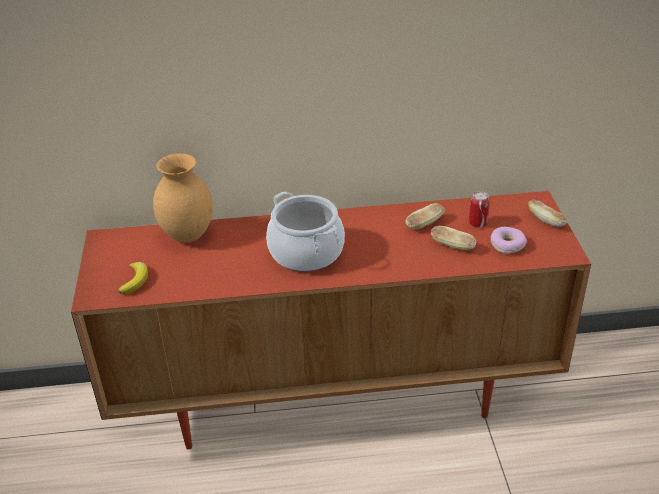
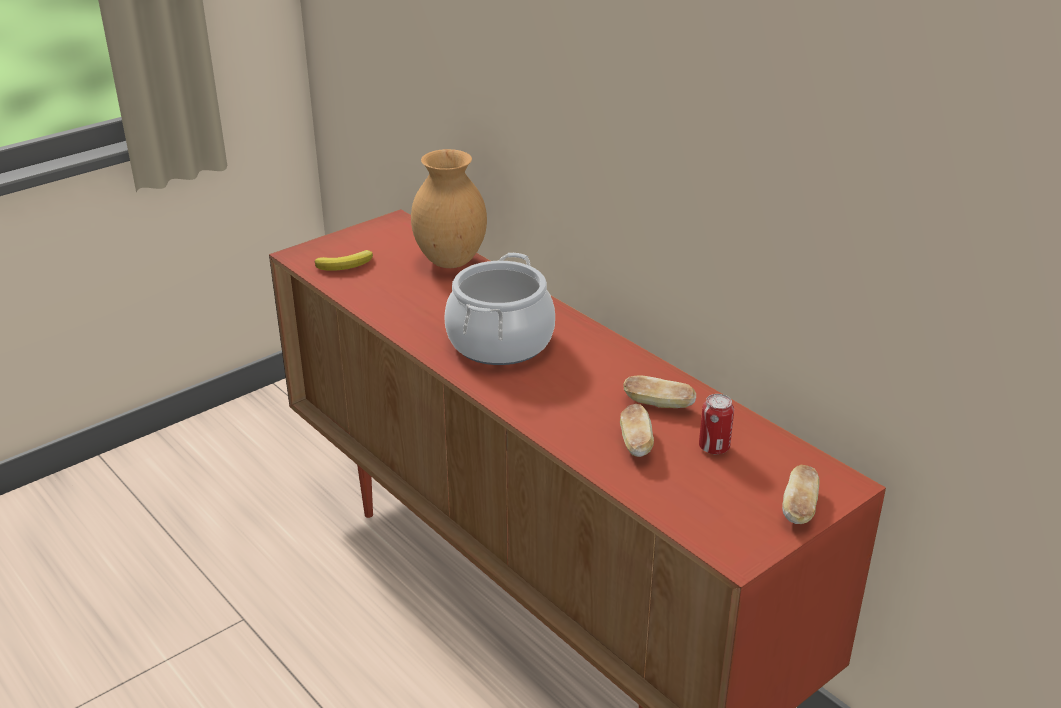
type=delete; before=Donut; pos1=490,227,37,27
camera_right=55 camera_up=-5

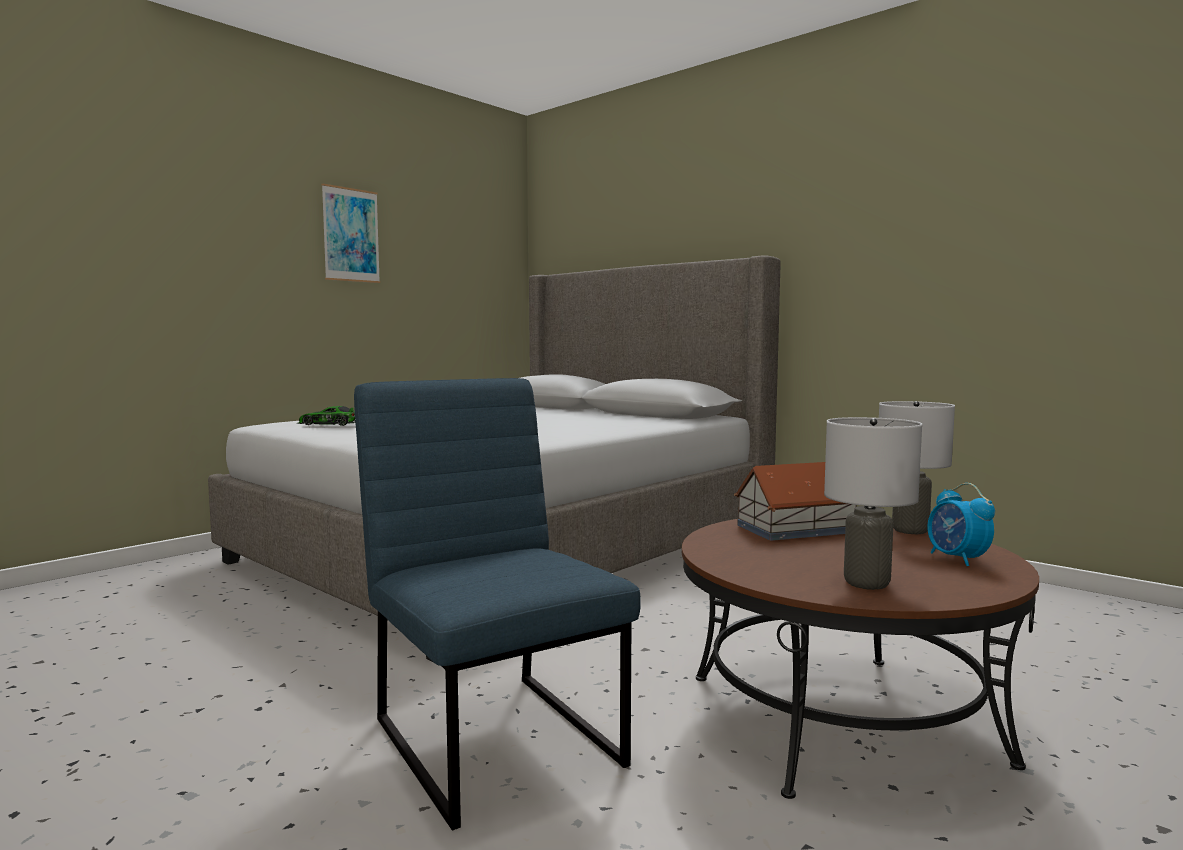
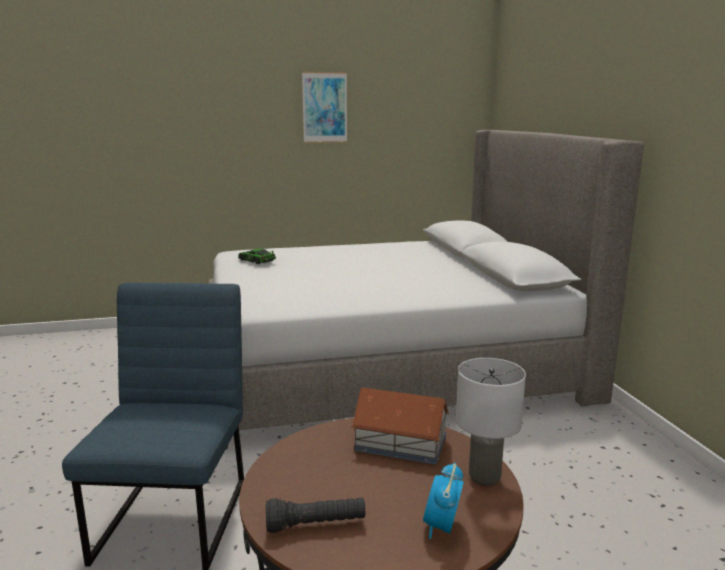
type=replace; before=Tischlampe/weiß; after=Taschenlampe/schwarz; pos1=824,417,98,173; pos2=266,498,99,35
camera_right=35 camera_up=10

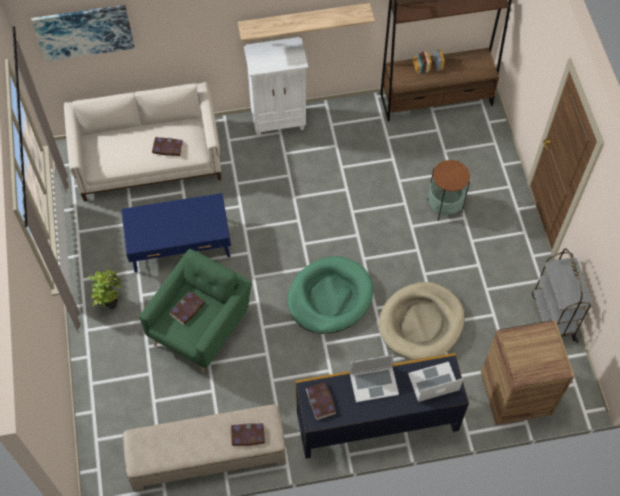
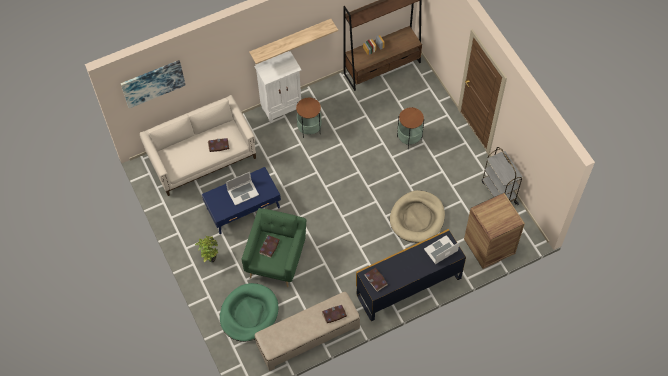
type=insert; after=Beistelltisch; pos2=296,98,26,40
type=move; before=Hundebett/grün; pos1=287,256,87,78; pos2=220,283,58,59
type=move; before=Laptop; pos1=350,355,49,47; pos2=226,172,33,33
camera_right=-15 camera_up=0

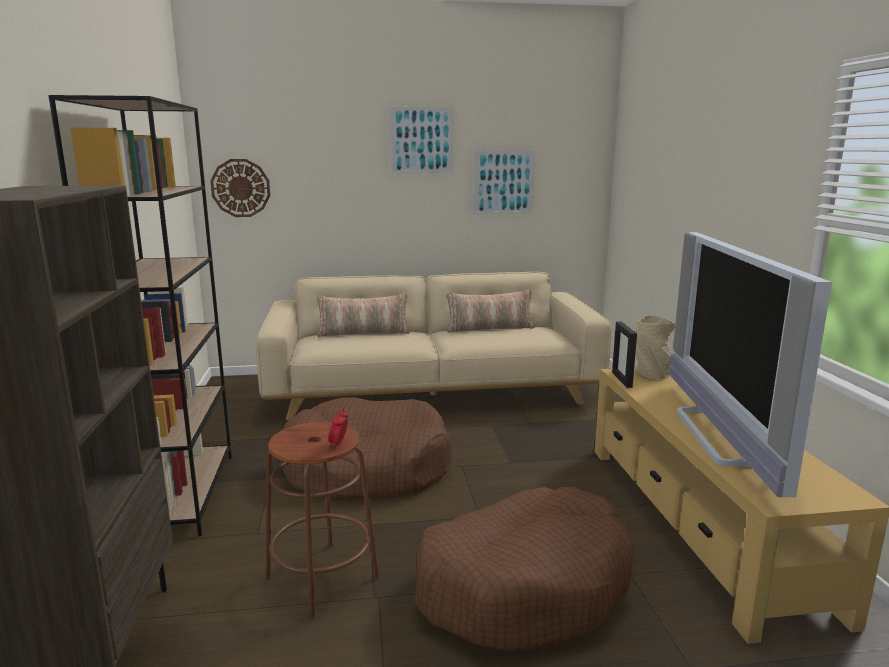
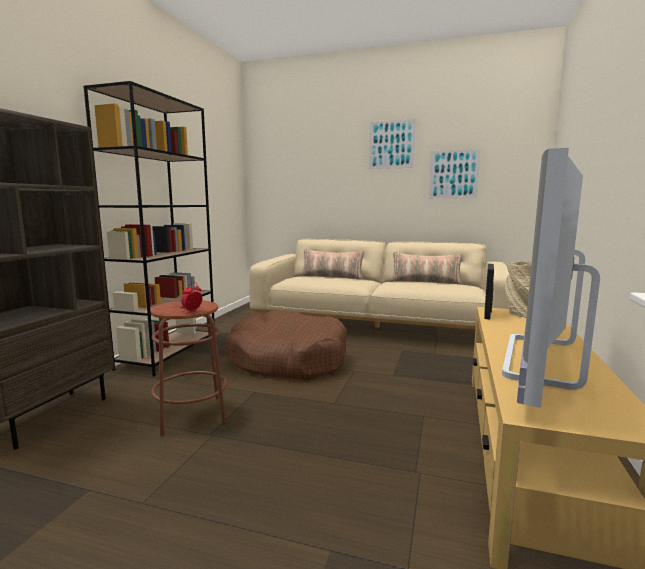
type=delete; before=Wanduhr; pos1=210,159,60,58
type=delete; before=Hundebett/braun; pos1=414,487,220,164
camera_right=25 camera_up=-5

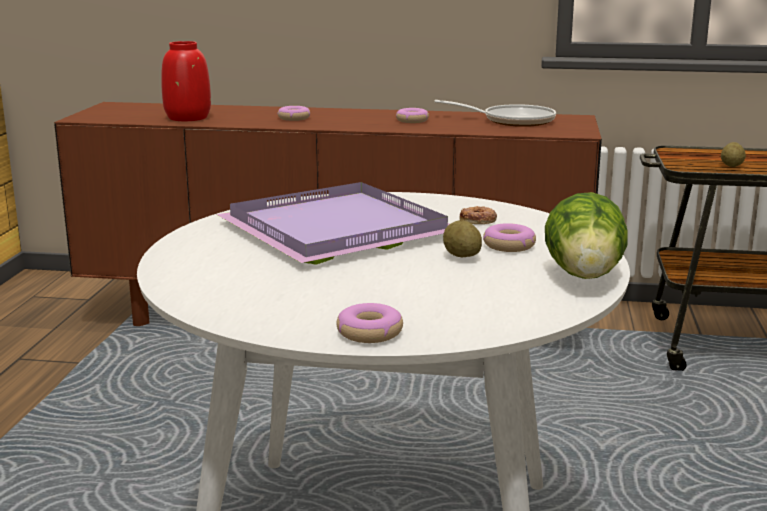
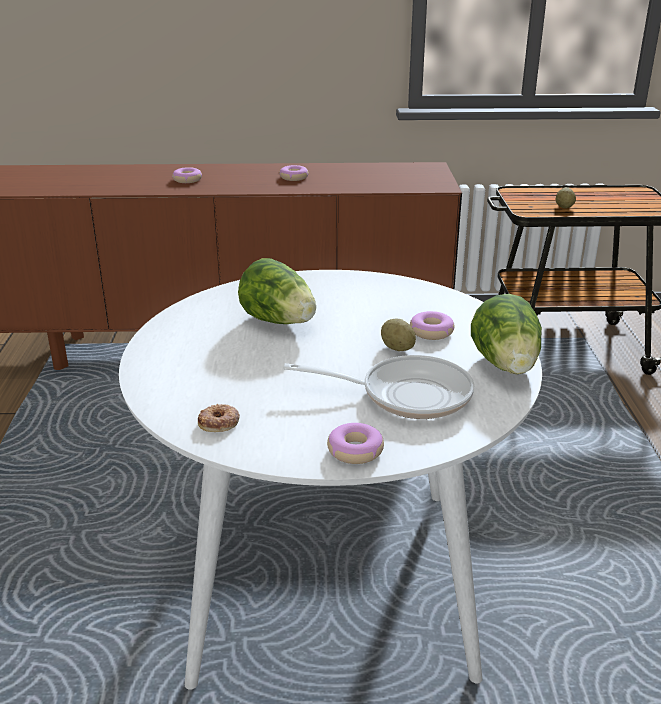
type=delete; before=Vase/rot; pos1=161,41,50,80
type=move; before=Pfanne; pos1=434,100,122,27; pos2=283,355,191,64
type=move; before=Donut; pos1=459,206,38,18; pos2=198,404,42,28
type=replace; before=Tablett/lila; after=Salatkopf; pos1=216,182,233,83; pos2=238,258,78,66
camera_right=-10 camera_up=10

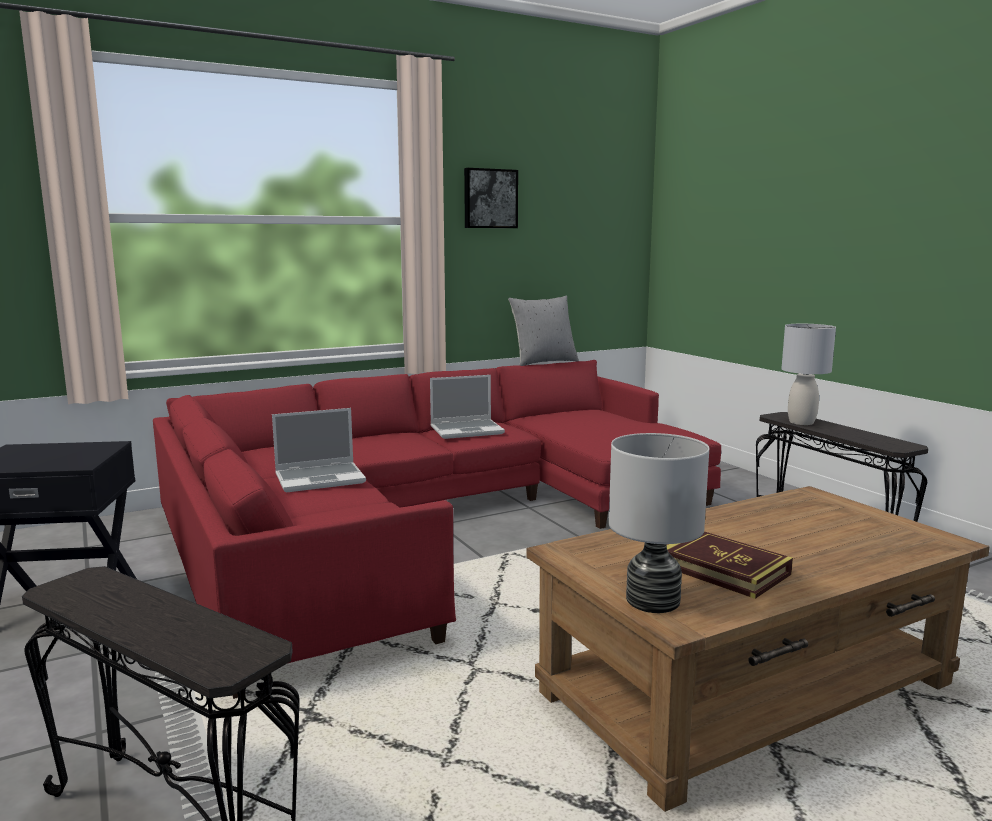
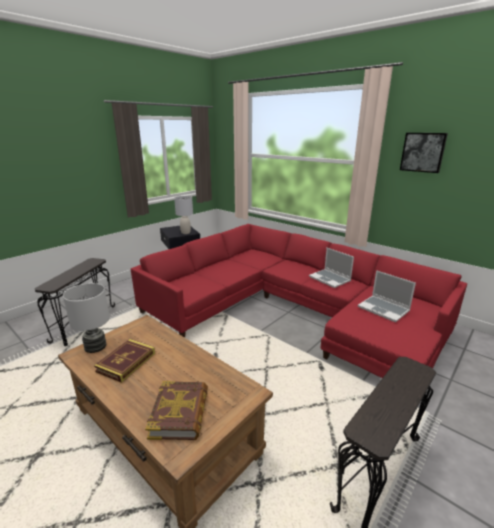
type=delete; before=Kissen/grau; pos1=508,295,71,71
type=insert; after=Buch; pos2=145,381,63,59
type=move; before=Laptop; pos1=272,408,94,84; pos2=358,270,58,52
type=move; before=Tischlampe/grau; pos1=781,324,55,101; pos2=174,196,19,38
camera_right=70 camera_up=10

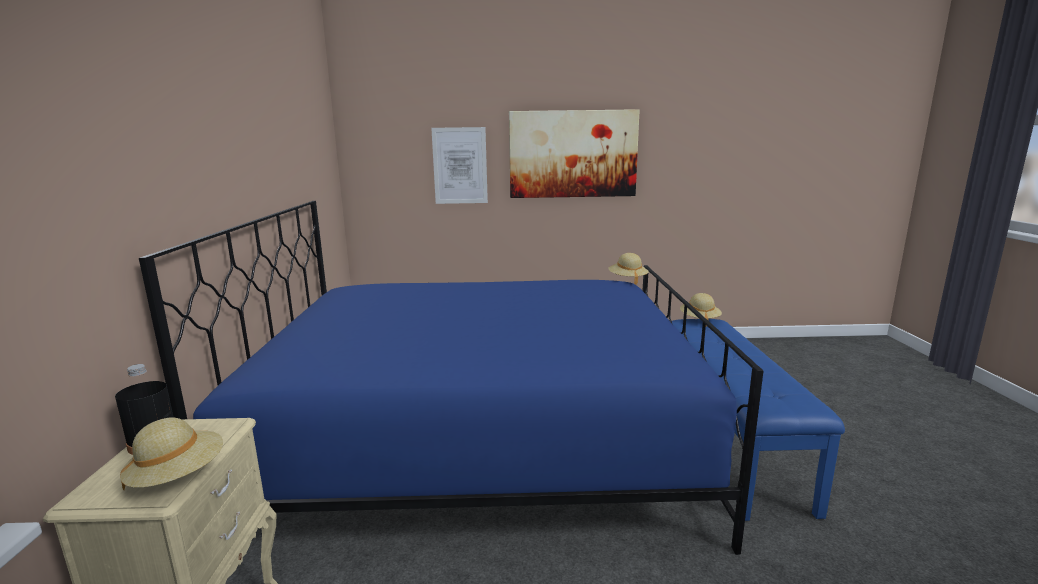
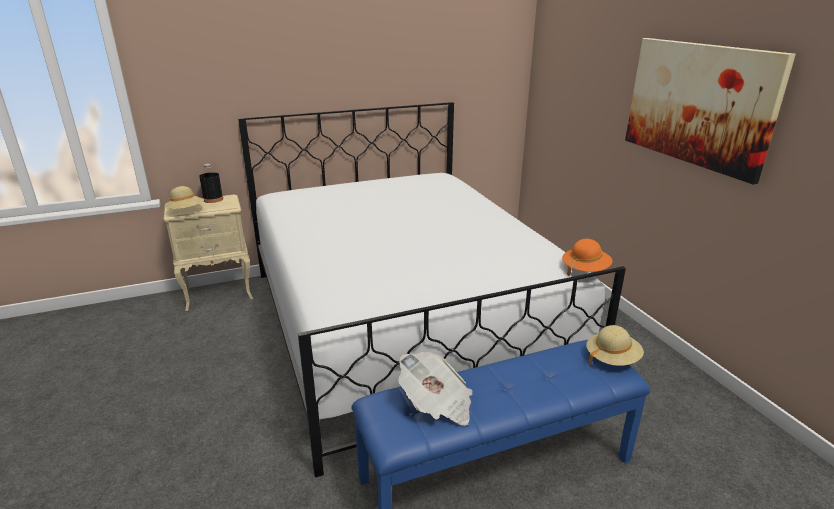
type=delete; before=Bild; pos1=431,127,57,77
type=insert; after=Zeitung; pos2=398,352,74,74
type=recolor; before=Bett/blau; after=Bett/weiß; pos1=139,201,624,354; pos2=238,102,388,376
type=recolor; before=Hut/beige; after=Hut/orange; pos1=608,253,41,32; pos2=562,239,51,37
camera_right=70 camera_up=10

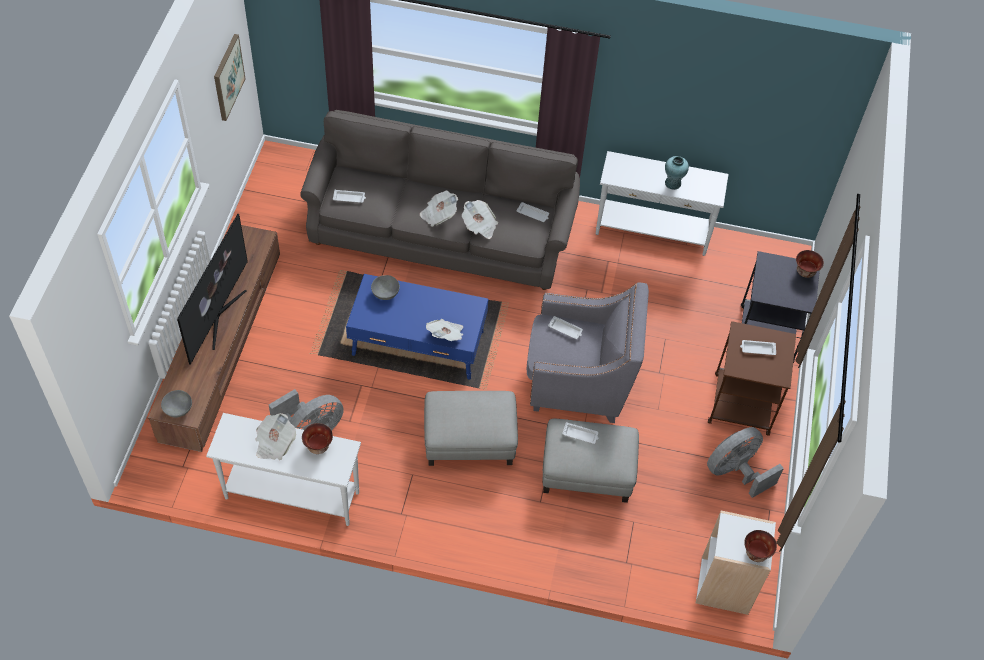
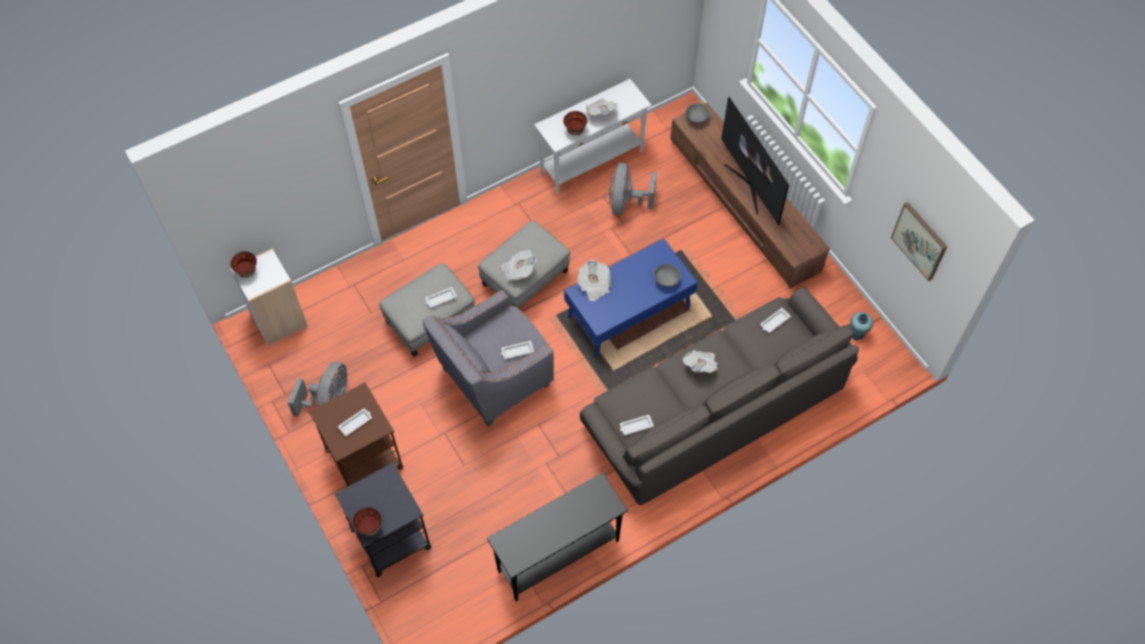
type=move; before=Zeitung; pos1=462,200,36,39; pos2=501,250,36,31
type=move; before=Vase/türkis; pos1=665,156,24,34; pos2=850,312,23,28
type=recolor; before=Konsolentisch/weiß; after=Konsolentisch/schwarz; pos1=596,151,133,105; pos2=487,472,141,129
camera_right=140 camera_up=5

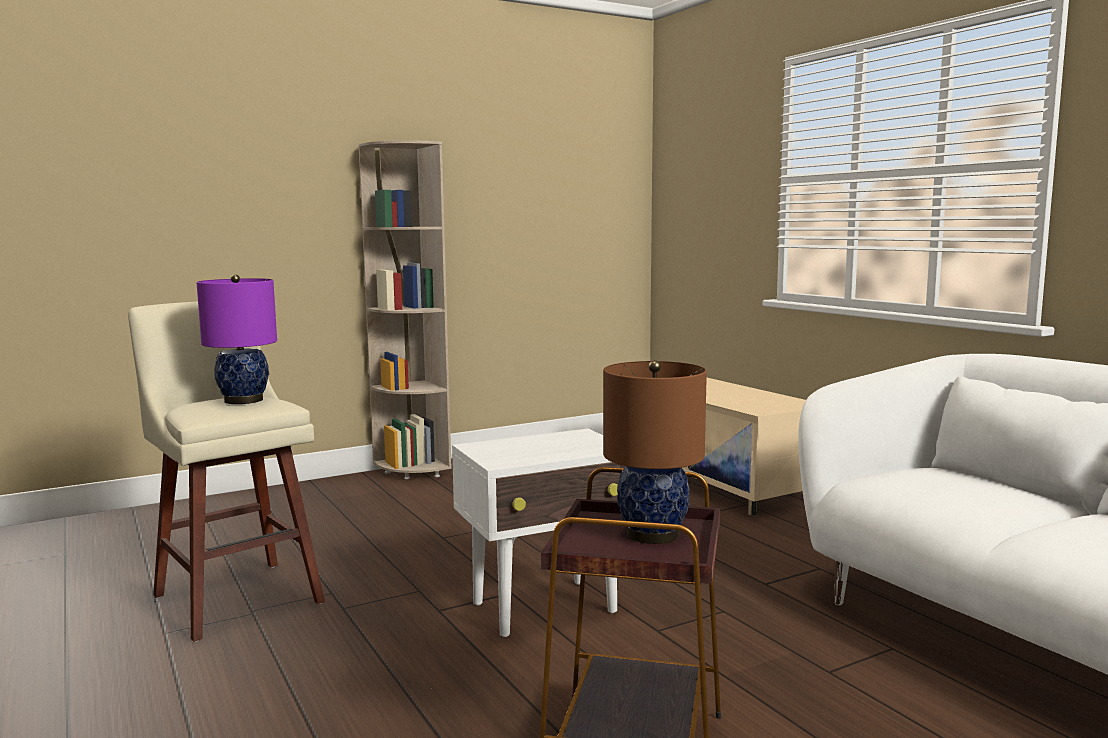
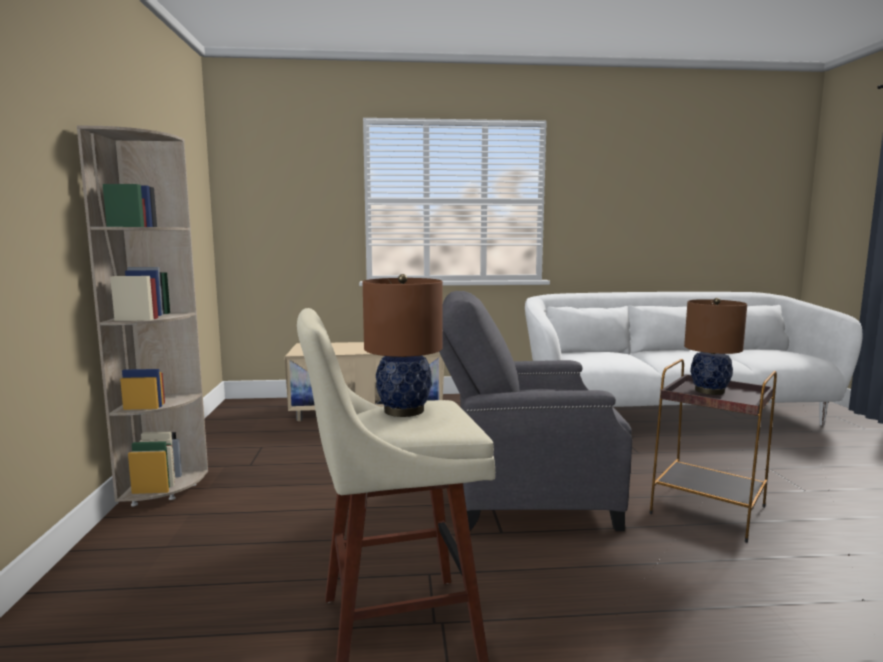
type=replace; before=Beistelltisch/weiß; after=Sessel/grau; pos1=452,429,173,208; pos2=439,291,193,240
type=recolor; before=Tischlampe/lila; after=Tischlampe/braun; pos1=196,275,81,129; pos2=363,274,80,143
camera_right=-65 camera_up=0

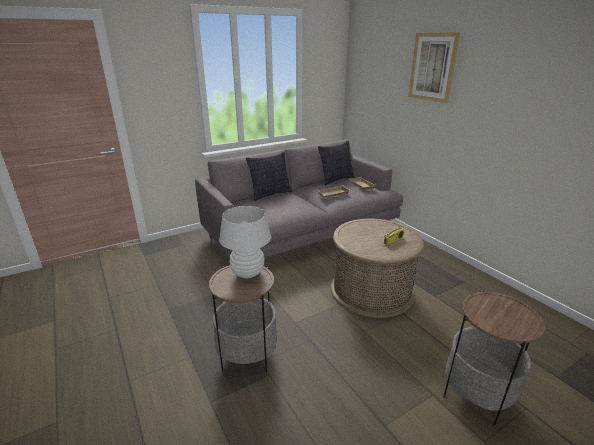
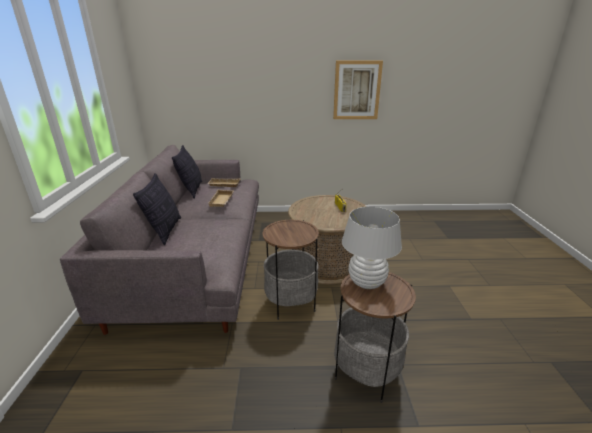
type=move; before=Bild; pos1=408,32,53,71; pos2=333,61,50,58
type=move; before=Beistelltisch; pos1=443,291,102,137; pos2=263,220,56,100
camera_right=-60 camera_up=0

